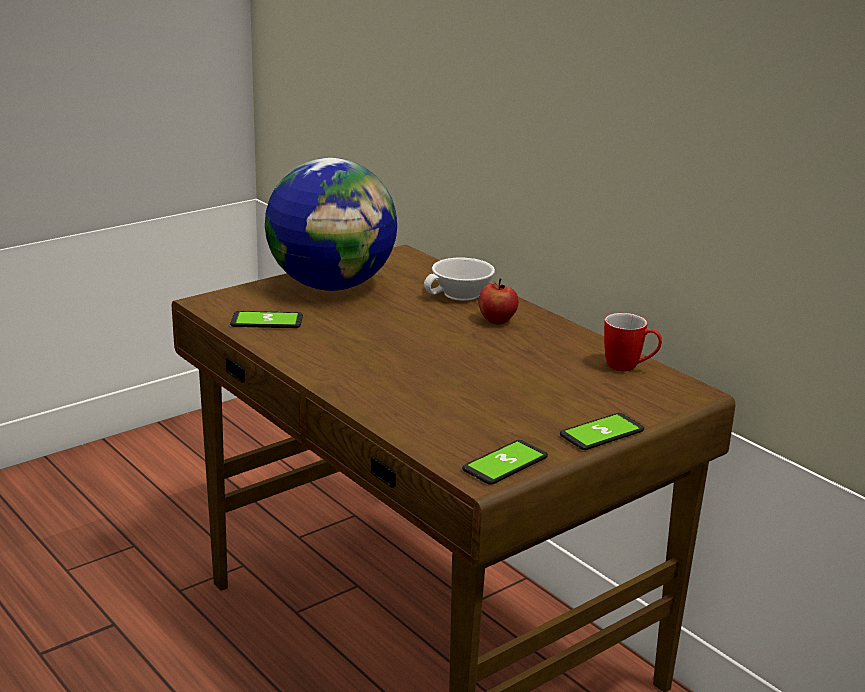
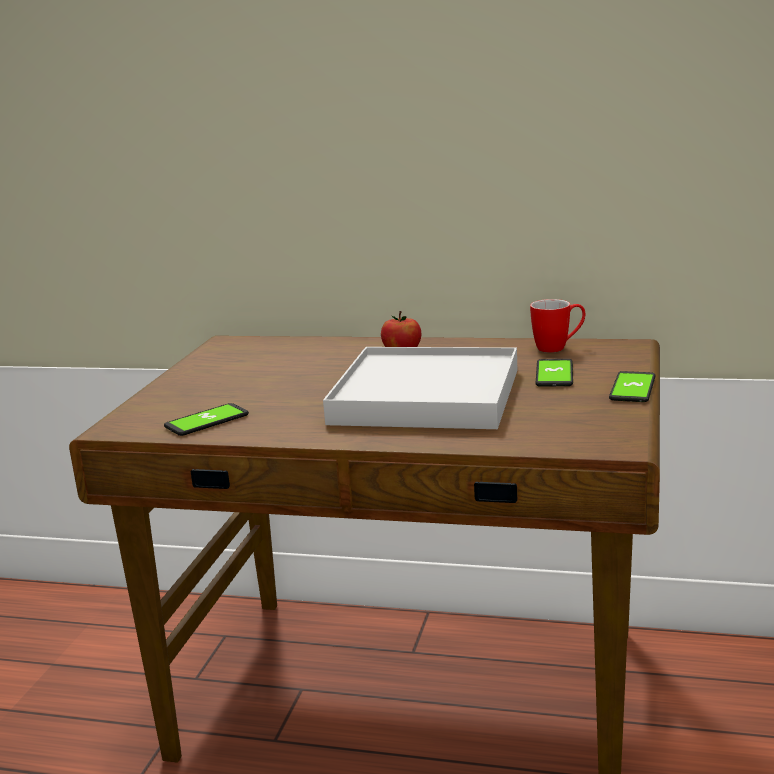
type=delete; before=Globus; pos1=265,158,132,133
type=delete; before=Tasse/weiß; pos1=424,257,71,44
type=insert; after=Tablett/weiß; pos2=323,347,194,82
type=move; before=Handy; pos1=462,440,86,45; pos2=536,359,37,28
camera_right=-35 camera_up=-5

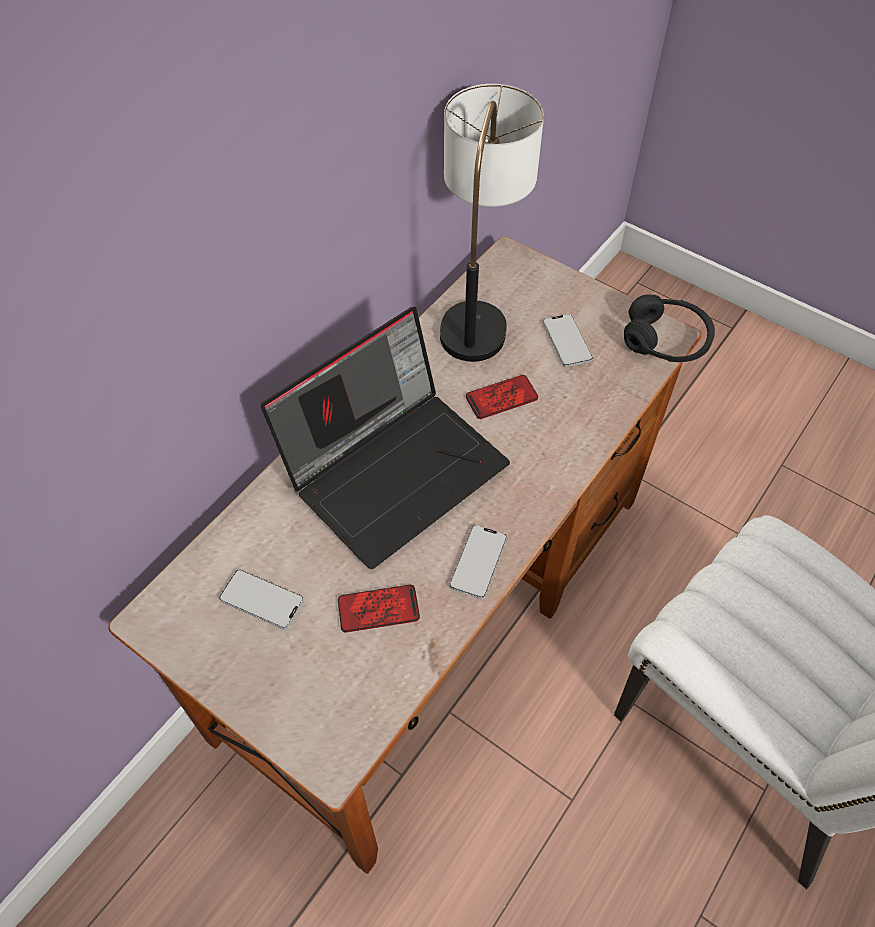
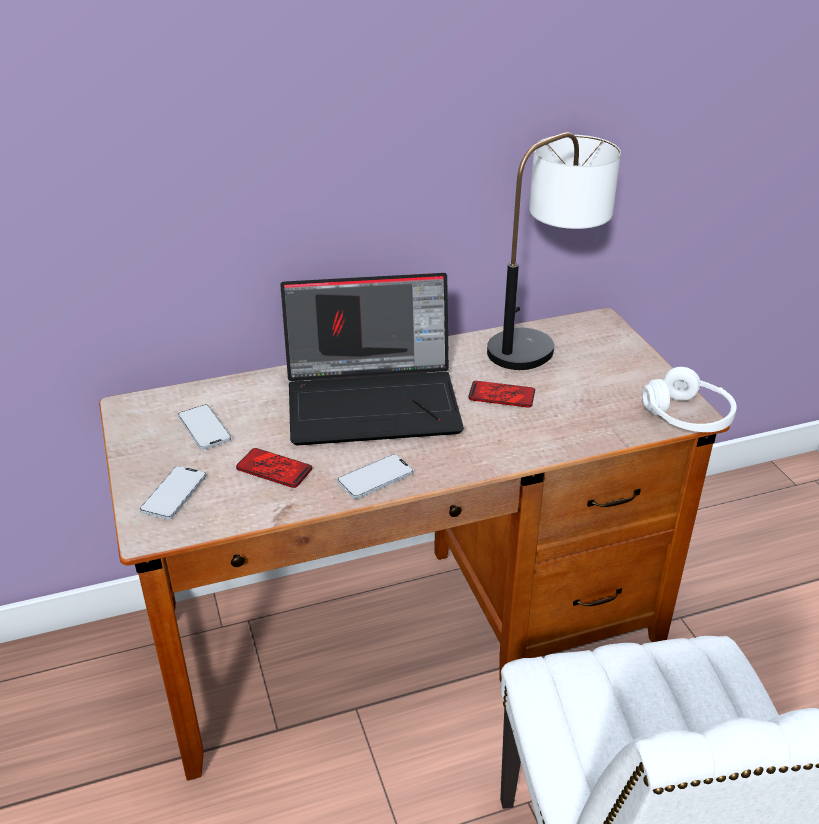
type=move; before=Handy; pos1=543,314,50,53; pos2=140,466,66,54
type=recolor; before=Kopfhörer/schwarz; after=Kopfhörer/weiß; pos1=624,294,91,68; pos2=642,367,95,65
camera_right=35 camera_up=-20

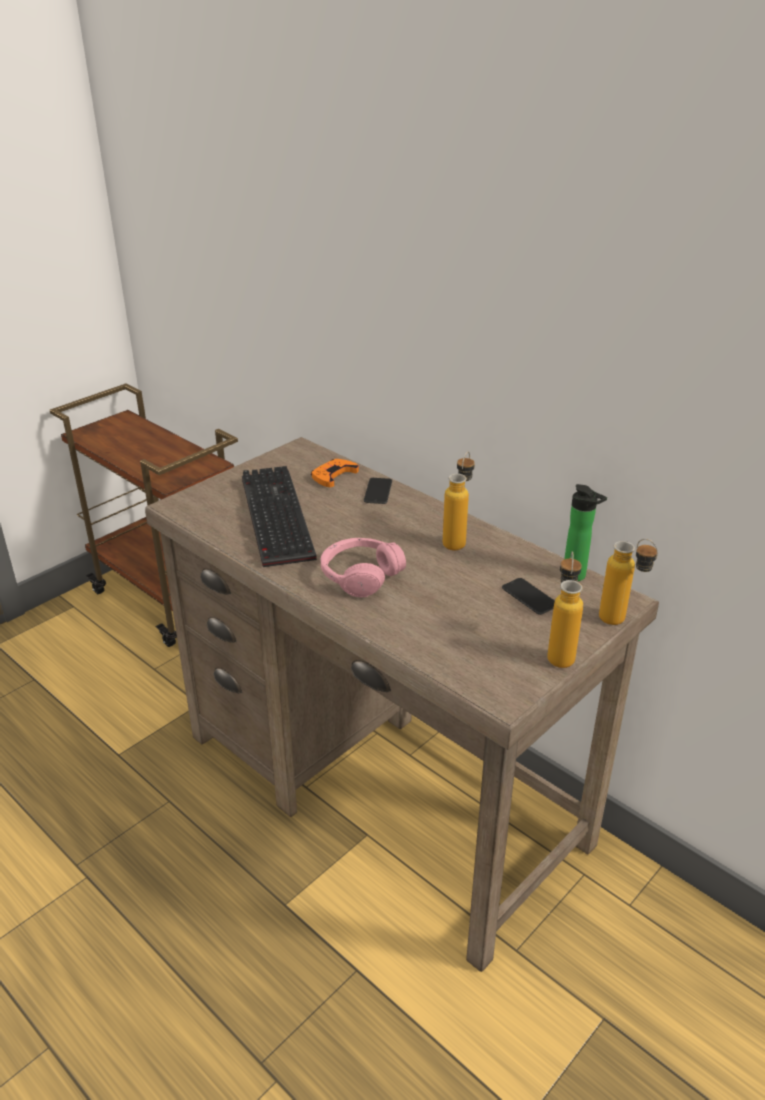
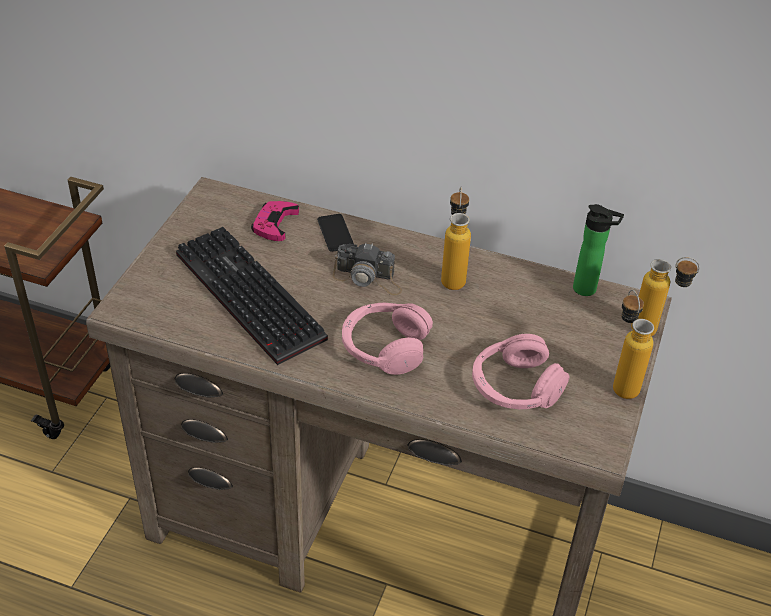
type=delete; before=Handy; pos1=502,578,53,37
type=insert; after=Kamera; pos2=332,243,70,52
type=insert; after=Kopfhörer/rosa; pos2=472,334,97,75
type=recolor; before=Gamepad/orange; after=Gamepad/rosa; pos1=311,459,48,28; pos2=251,201,48,40
camera_right=-25 camera_up=10

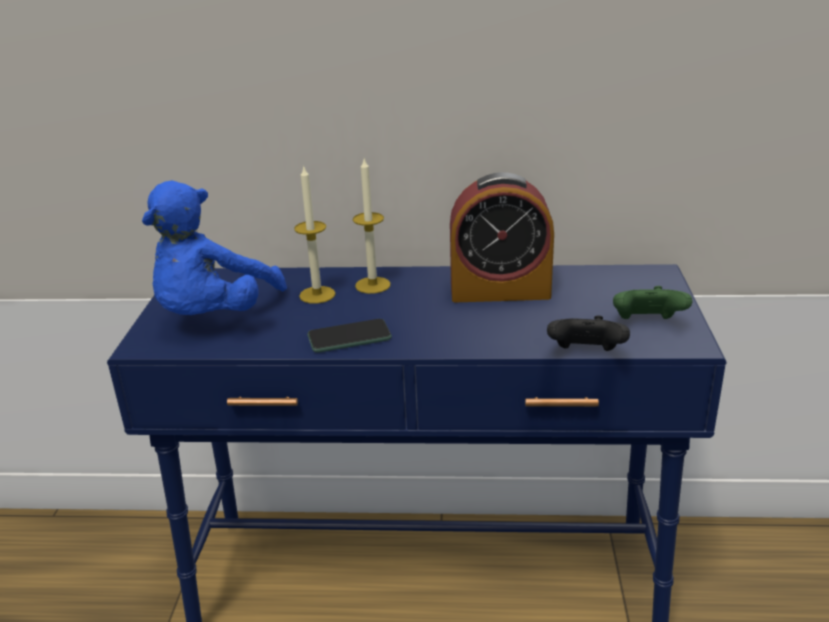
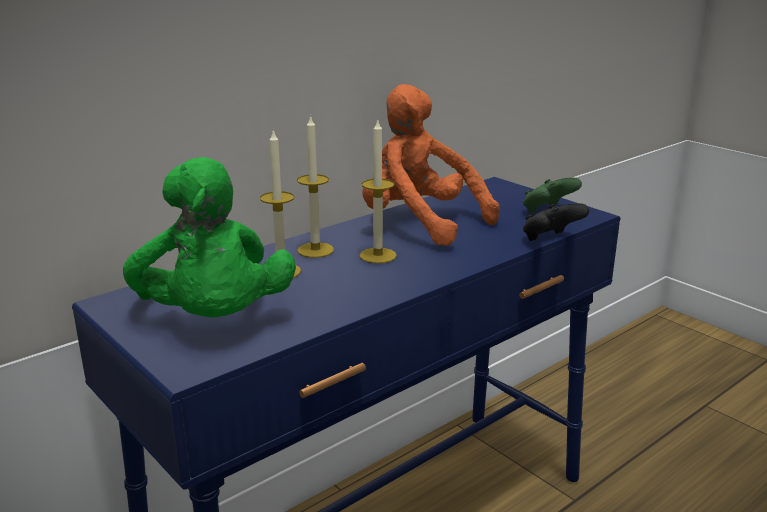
type=delete; before=Handy; pos1=307,319,85,34
type=insert; after=Kerze; pos2=360,118,37,145
type=replace; before=Wecker; after=Plüschtier/orange; pos1=450,172,104,130; pos2=363,84,137,162
type=recolor; before=Plüschtier/blau; after=Plüschtier/grün; pos1=142,181,145,134; pos2=123,157,173,161
camera_right=-45 camera_up=-5

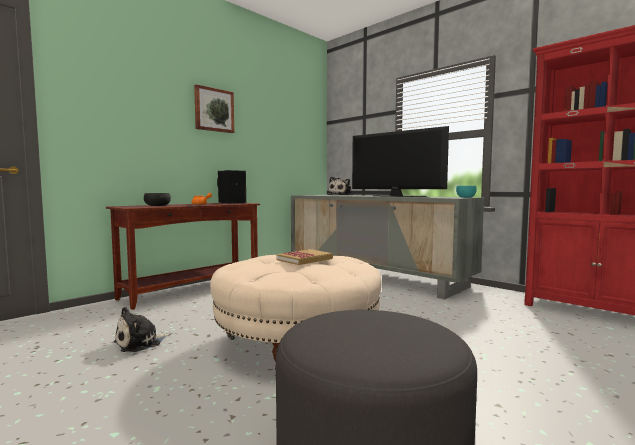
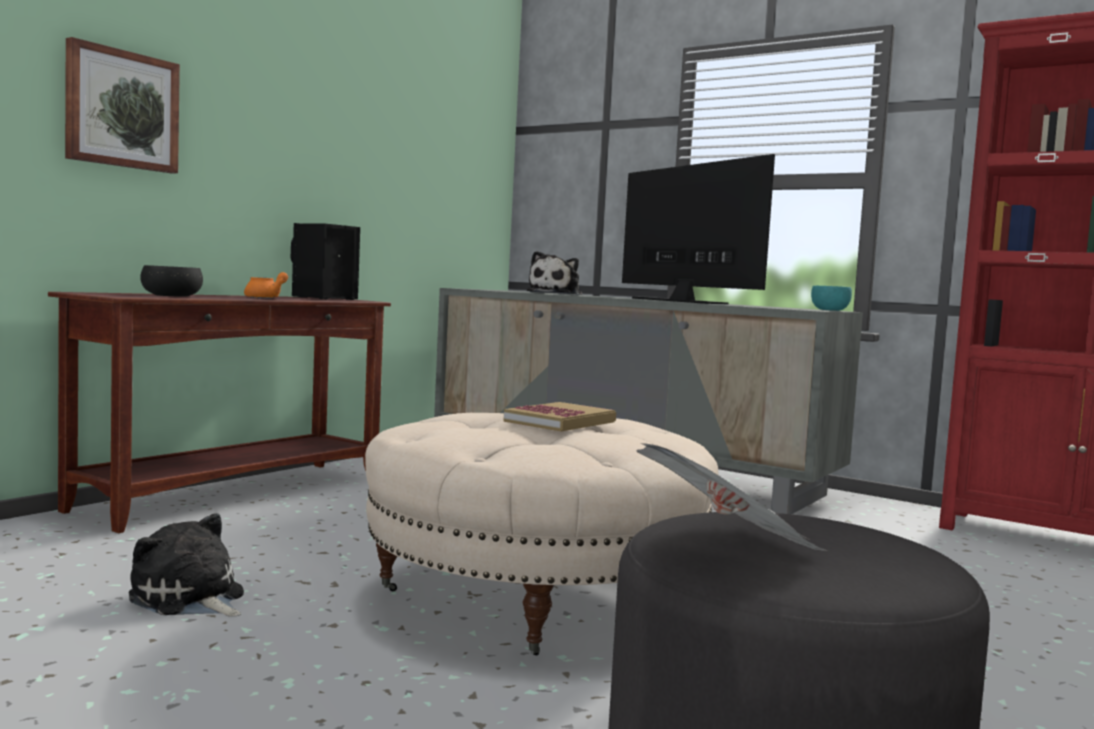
type=insert; after=Zeitung; pos2=636,443,193,108
type=move; before=Bild; pos1=194,84,40,49; pos2=65,37,115,137
type=rotate; before=Plüschtier; pos1=114,307,57,45; pos2=129,513,115,103; turn=90
type=rotate; before=Fernseher; pos1=352,126,97,71; pos2=622,154,153,150; turn=-150
camera_right=-10 camera_up=0

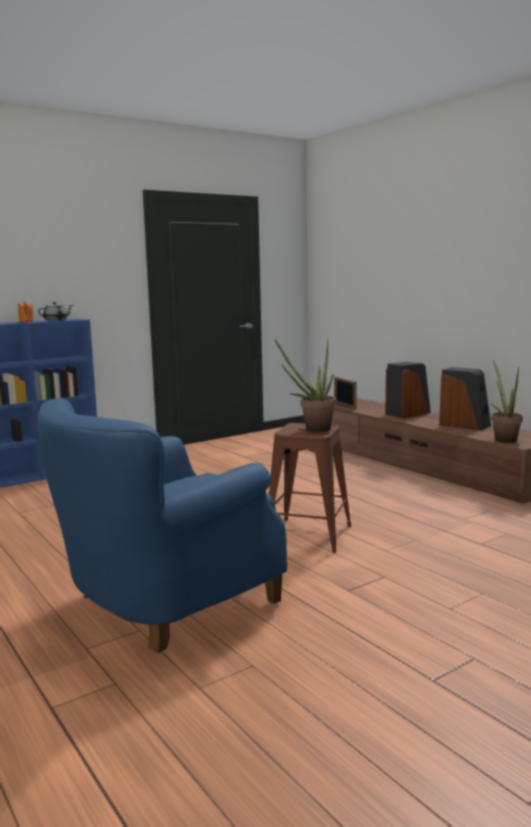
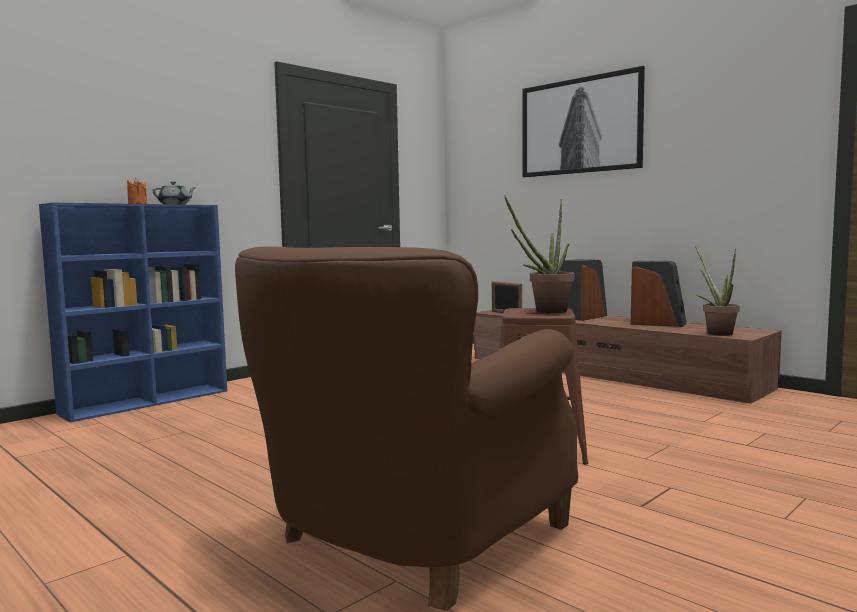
type=insert; after=Bild; pos2=522,66,123,111
type=recolor; before=Sessel/blau; after=Sessel/braun; pos1=37,398,250,255; pos2=235,246,343,365
camera_right=-10 camera_up=-5

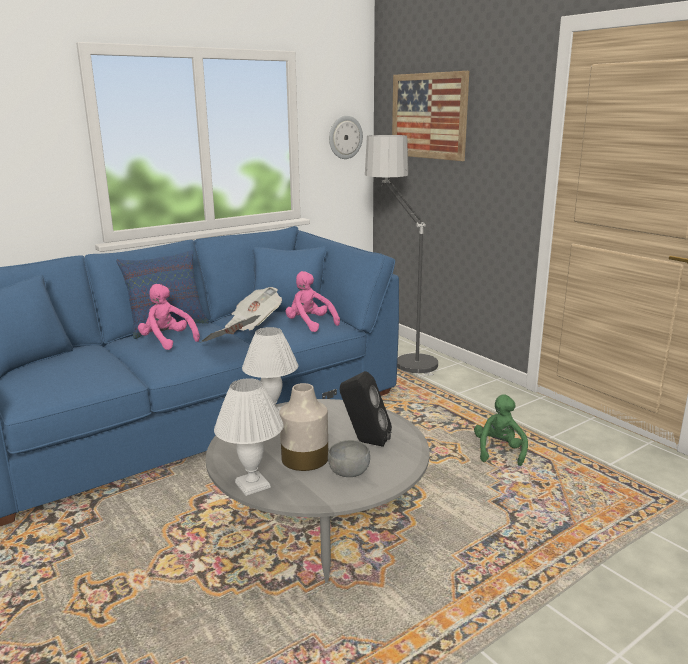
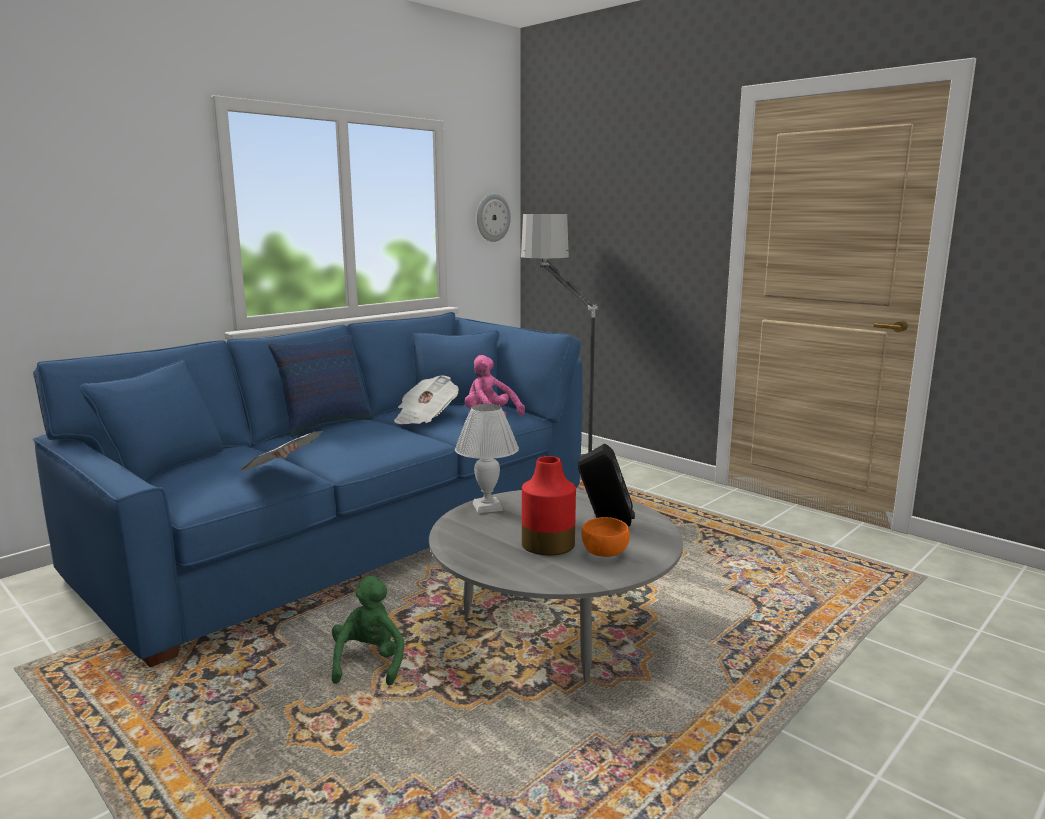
type=delete; before=Plüschtier/rosa; pos1=138,284,62,66
type=delete; before=Tischlampe/weiß; pos1=214,378,70,118
type=delete; before=Bild; pos1=392,71,77,90
type=move; before=Zeitung; pos1=199,315,62,28; pos2=238,431,85,41
type=move; before=Plüschtier/grün; pos1=474,394,54,72; pos2=332,576,72,109
type=recolor; before=Vase/beige; after=Vase/rot; pos1=279,383,49,88; pos2=522,456,54,99
type=recolor; before=Schüssel/grau; after=Schüssel/orange; pos1=328,440,42,37; pos2=582,517,48,40
camera_right=-10 camera_up=-5

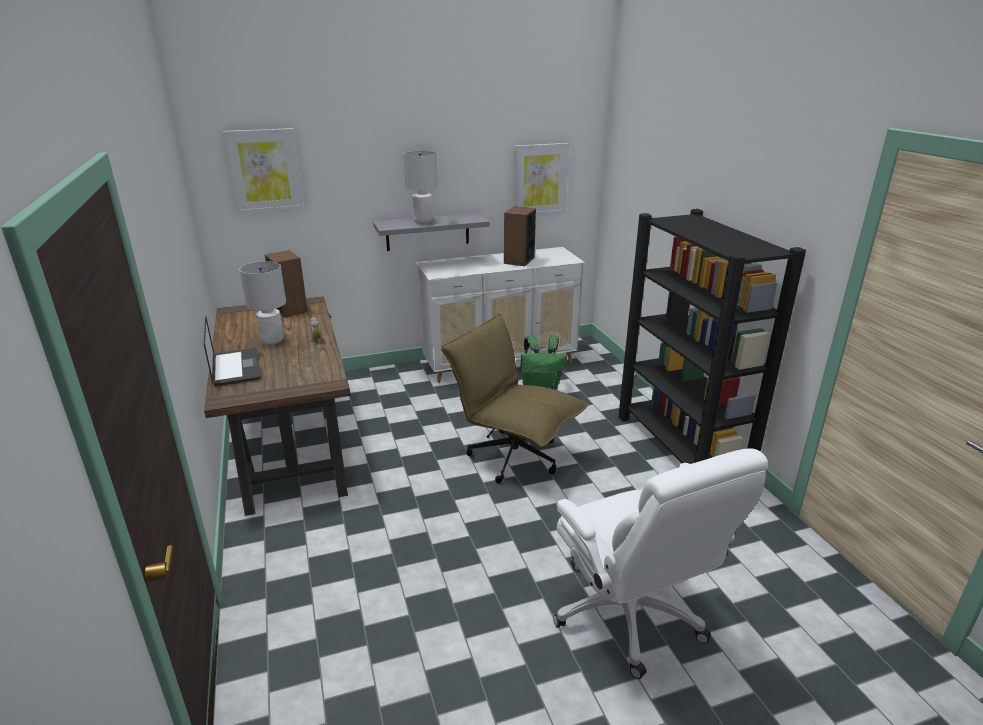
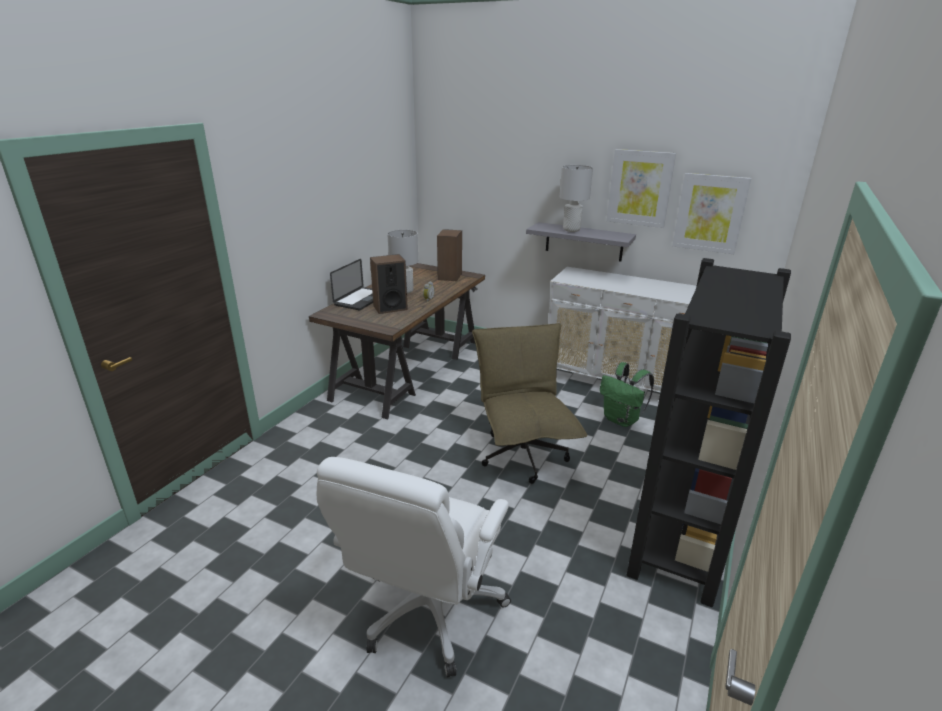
type=move; before=Bild; pos1=223,128,81,86; pos2=607,149,69,79
type=move; before=Lautsprecher; pos1=504,207,32,59; pos2=370,254,38,60
camera_right=45 camera_up=0

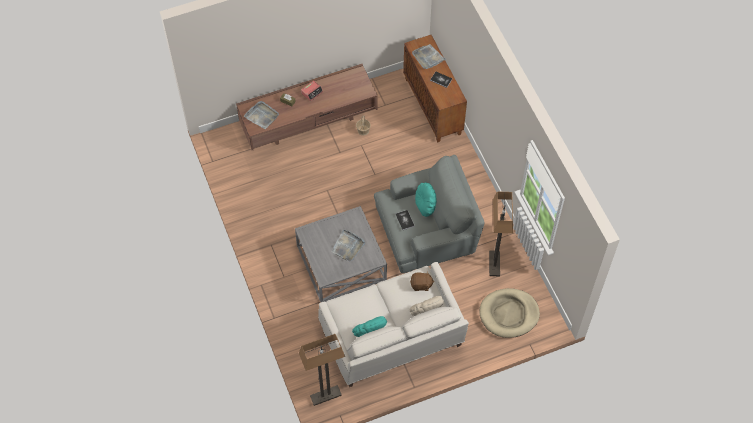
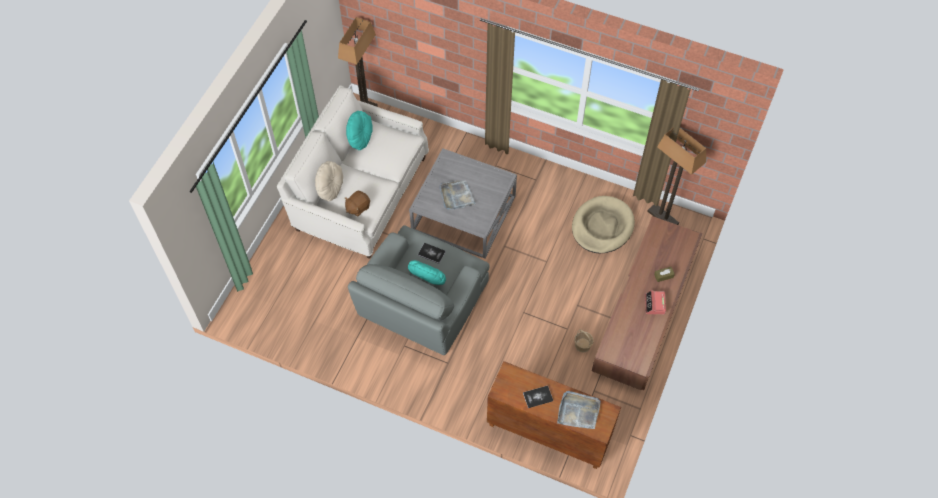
type=delete; before=Tablett/grau; pos1=244,101,35,28
type=move; before=Hundebett/beige; pos1=480,288,60,50; pos2=572,196,63,57
type=move; before=Stehlampe; pos1=489,191,24,85; pos2=647,127,59,98
camera_right=135 camera_up=0

